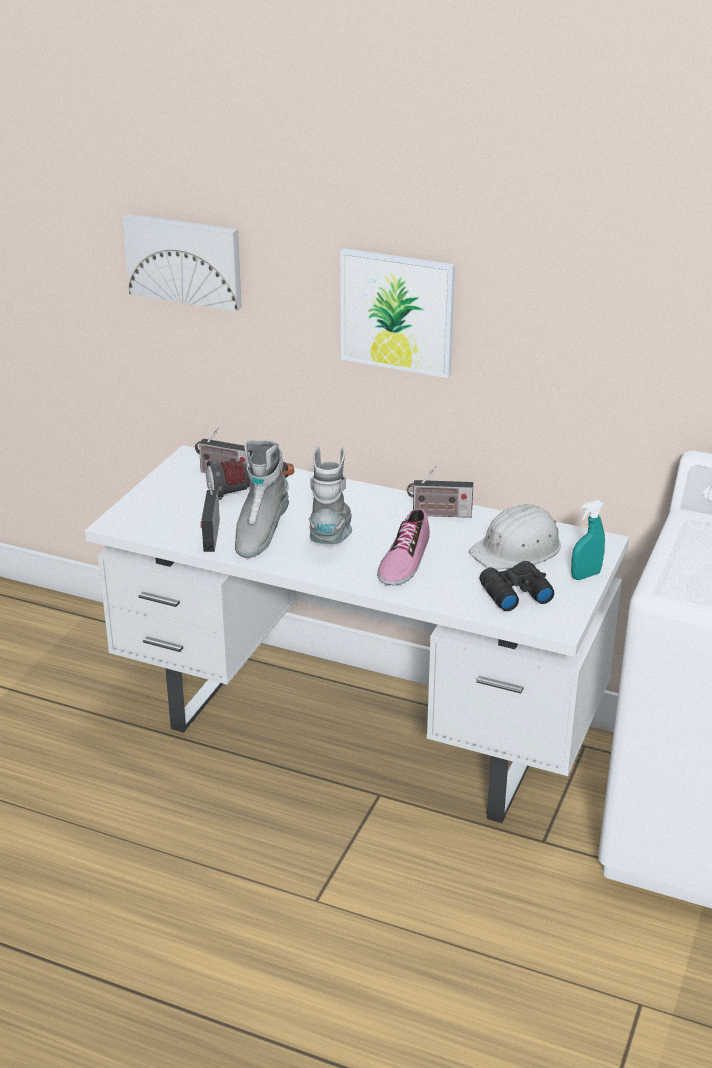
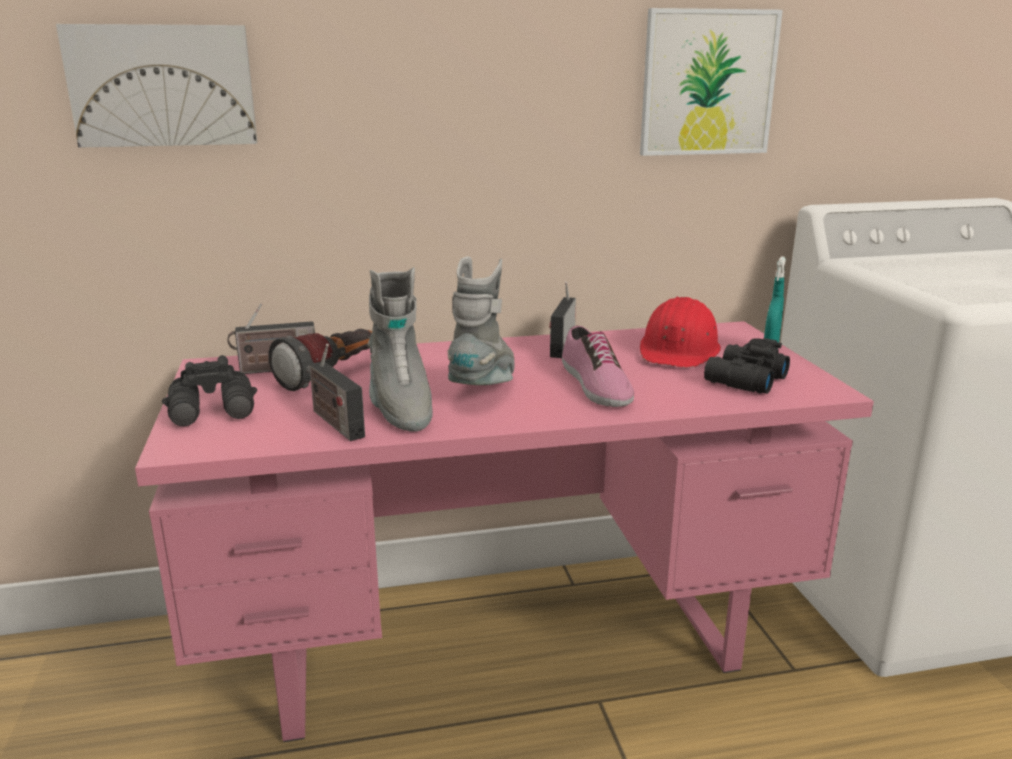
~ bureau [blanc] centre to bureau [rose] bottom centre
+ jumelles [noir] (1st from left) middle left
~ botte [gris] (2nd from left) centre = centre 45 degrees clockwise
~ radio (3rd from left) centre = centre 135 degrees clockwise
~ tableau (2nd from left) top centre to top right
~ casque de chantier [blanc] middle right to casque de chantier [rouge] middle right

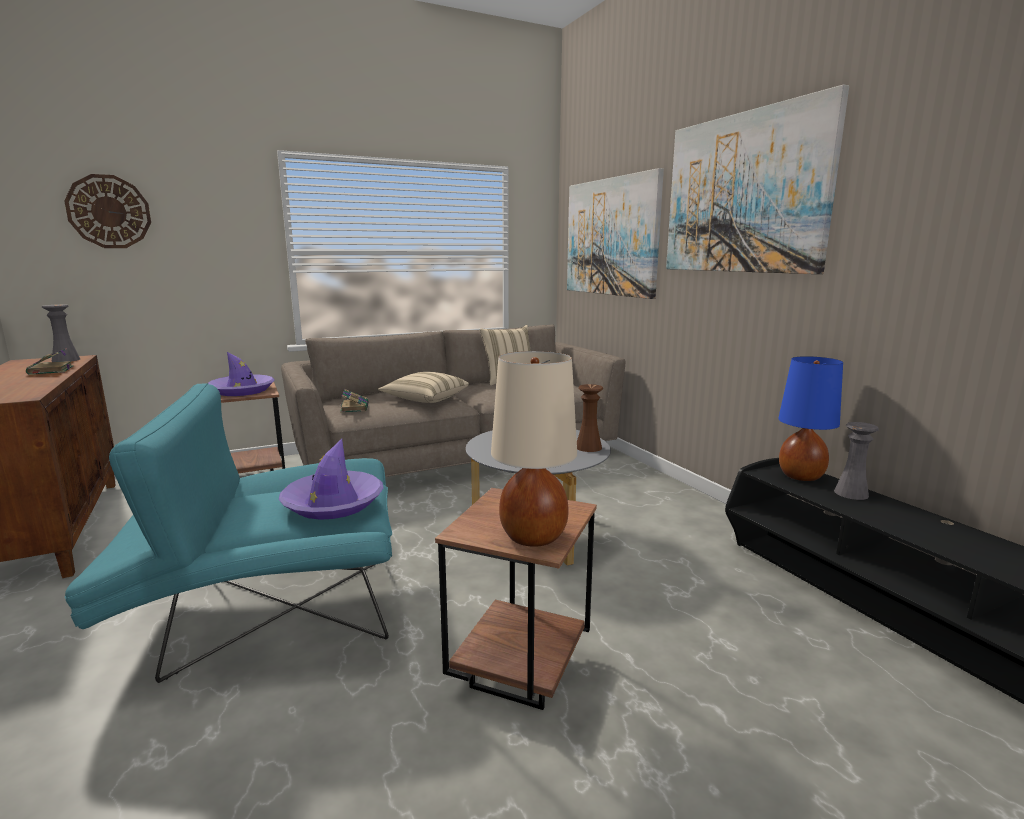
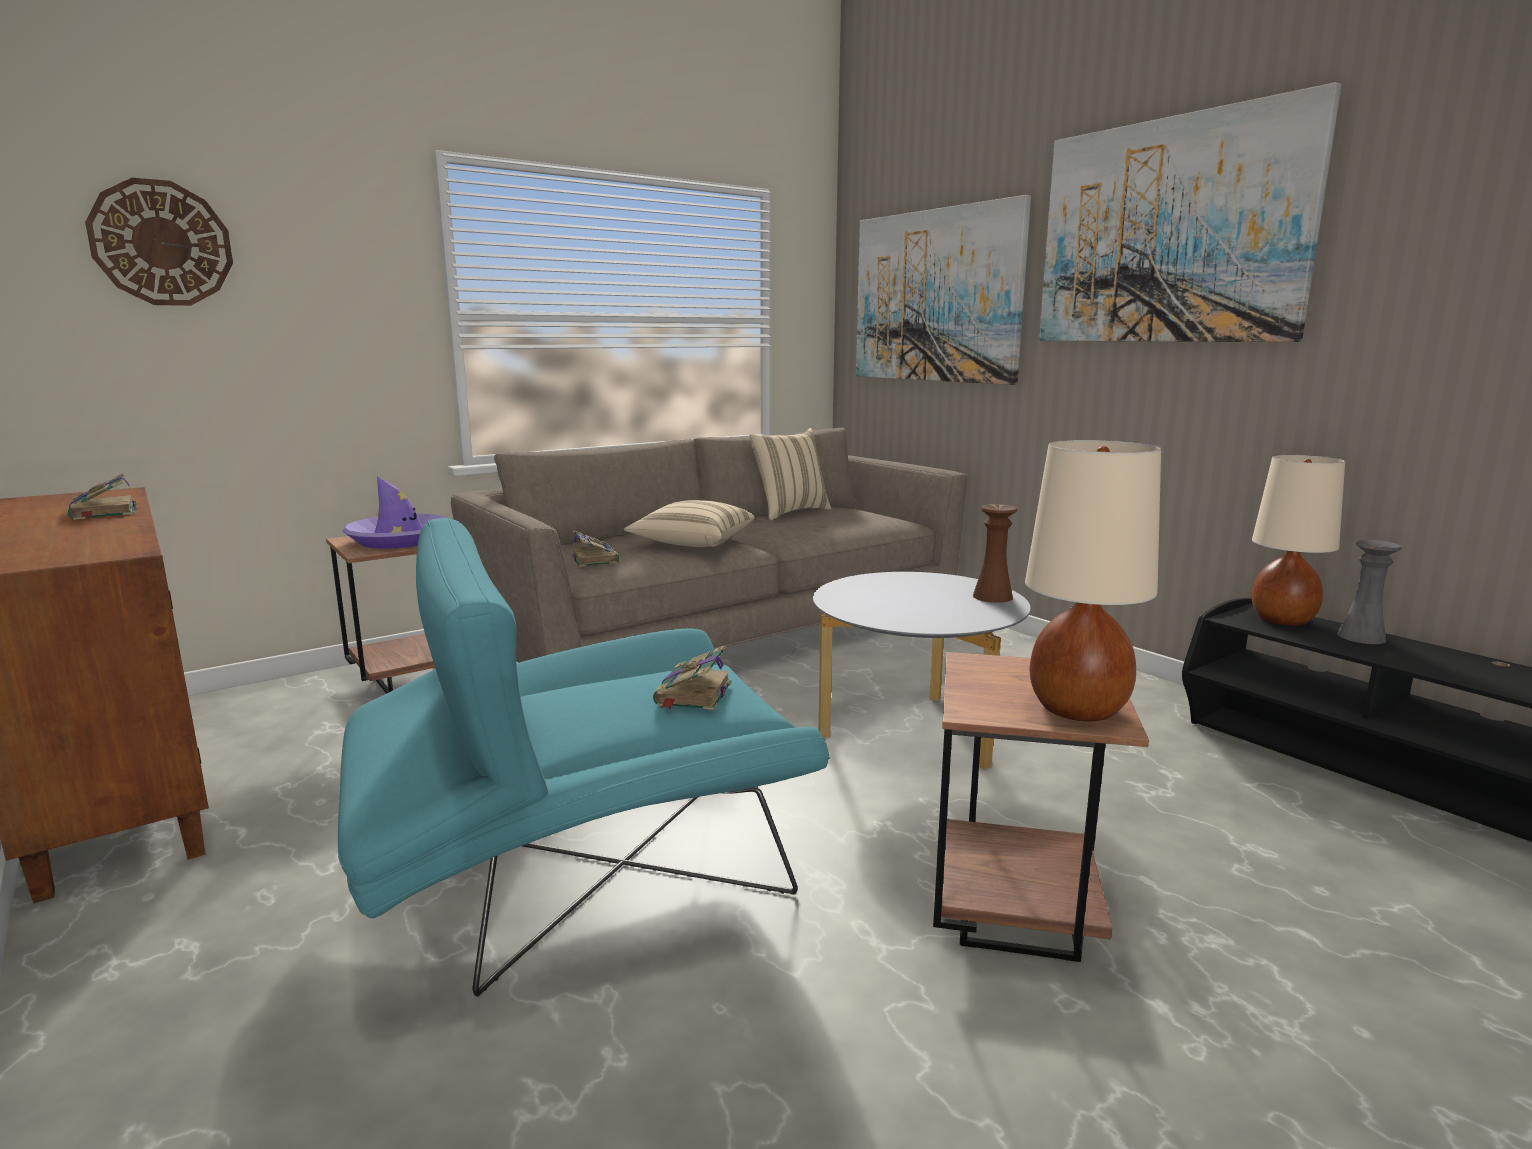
~ chapeau [violet] (2nd from left) middle left to livre (3rd from left) centre
~ lampe de table [bleu] middle right to lampe de table [beige] (2nd from left) middle right
- vase [gris] (1st from left) middle left

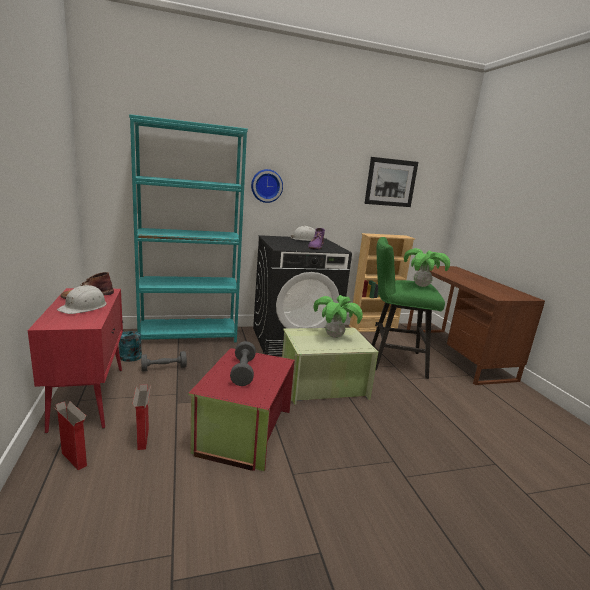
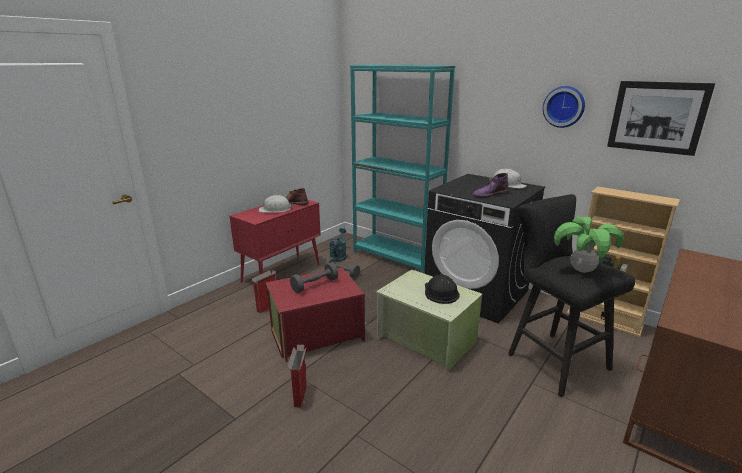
~ carton (1st from left in the first image) bottom left to carton (2nd from left) bottom centre
~ plante en pot (1st from left) centre to casque de chantier [noir] centre
~ tabouret [vert] middle right to tabouret [noir] middle right
~ horloge murale top centre to top right

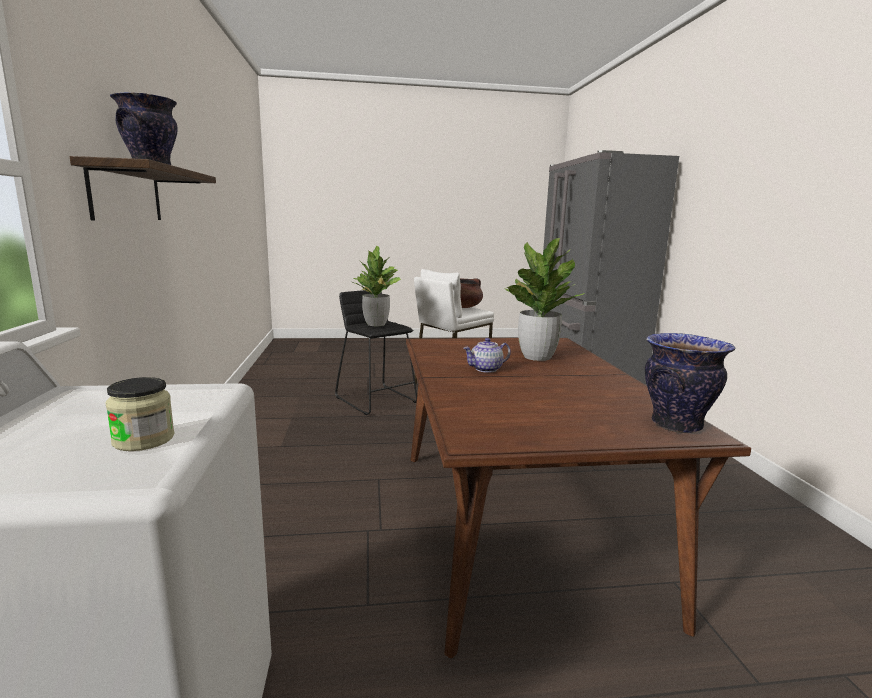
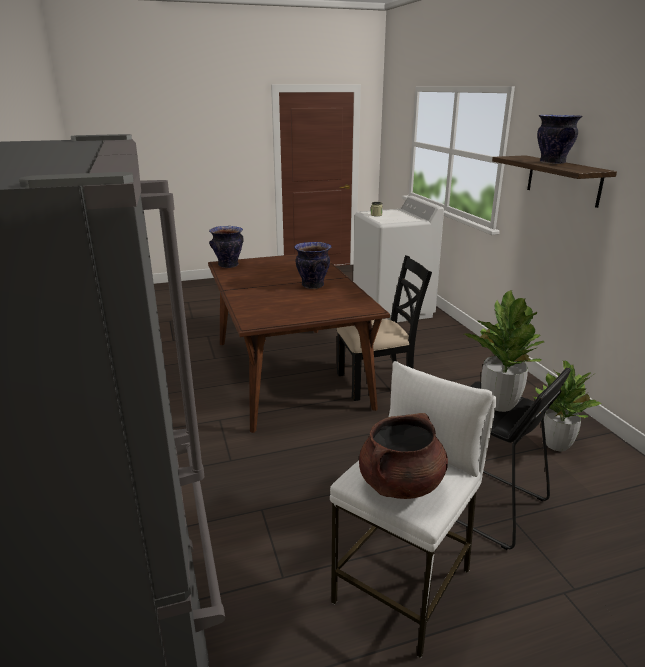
~ théière centre to vase (2nd from left) centre
+ chaise [noir] centre
~ plante en pot (2nd from left) centre to middle right

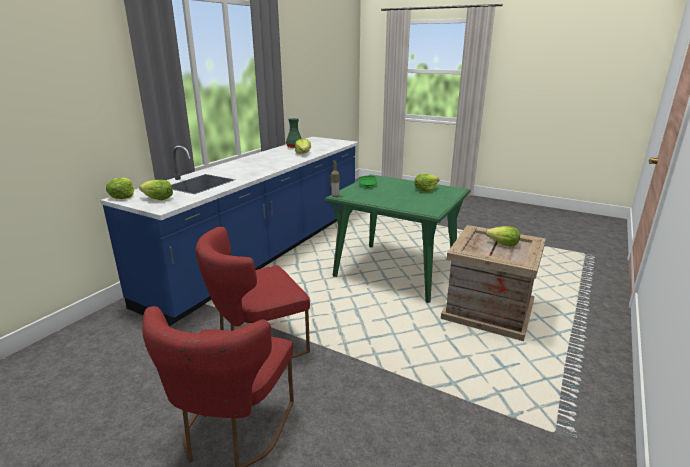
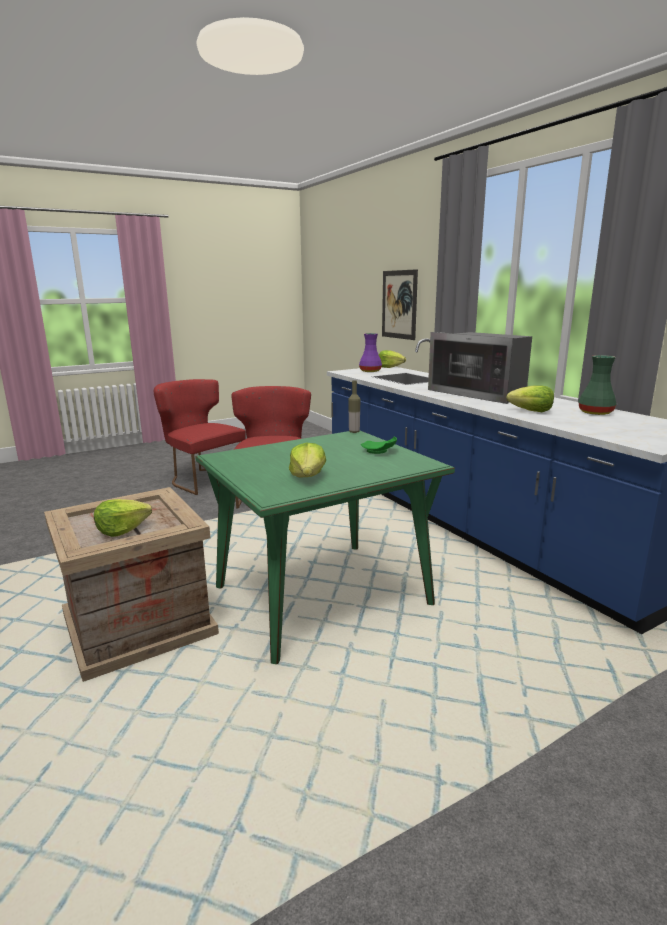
~ laitue (2nd from left) middle left to vase [violet] centre
+ tableau top centre
+ micro-ondes middle right

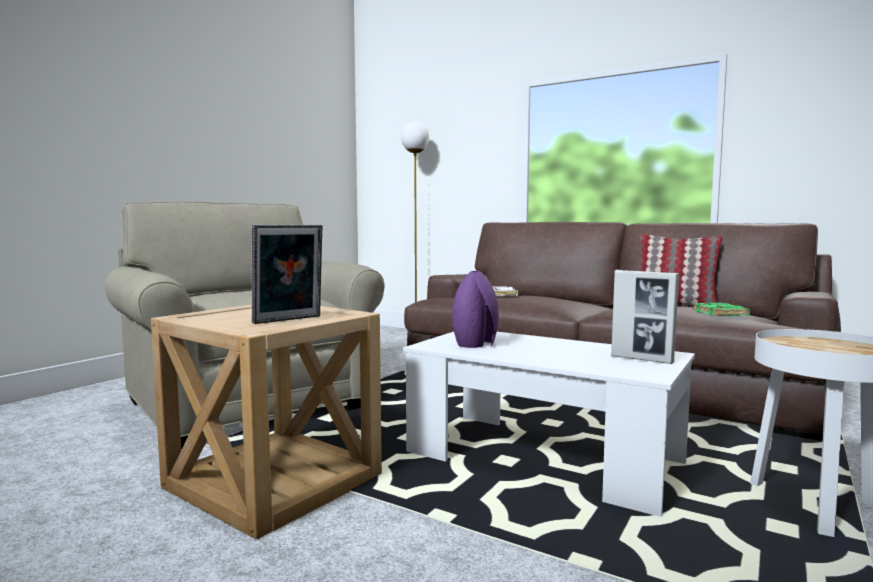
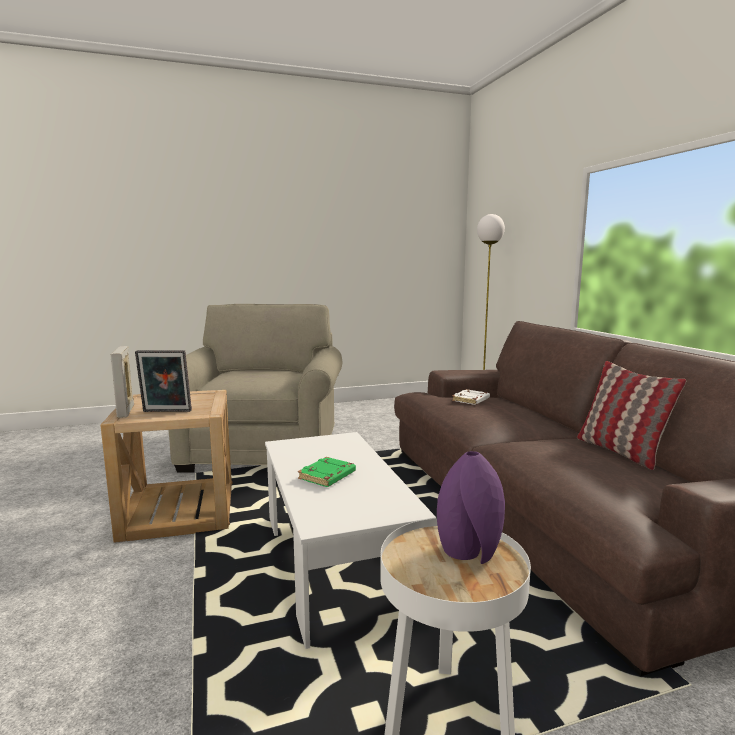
~ cadre photo (2nd from left in the first image) middle right to cadre photo (1st from left) middle left
~ livre [vert] middle right to centre
~ vase [violet] centre to bottom centre

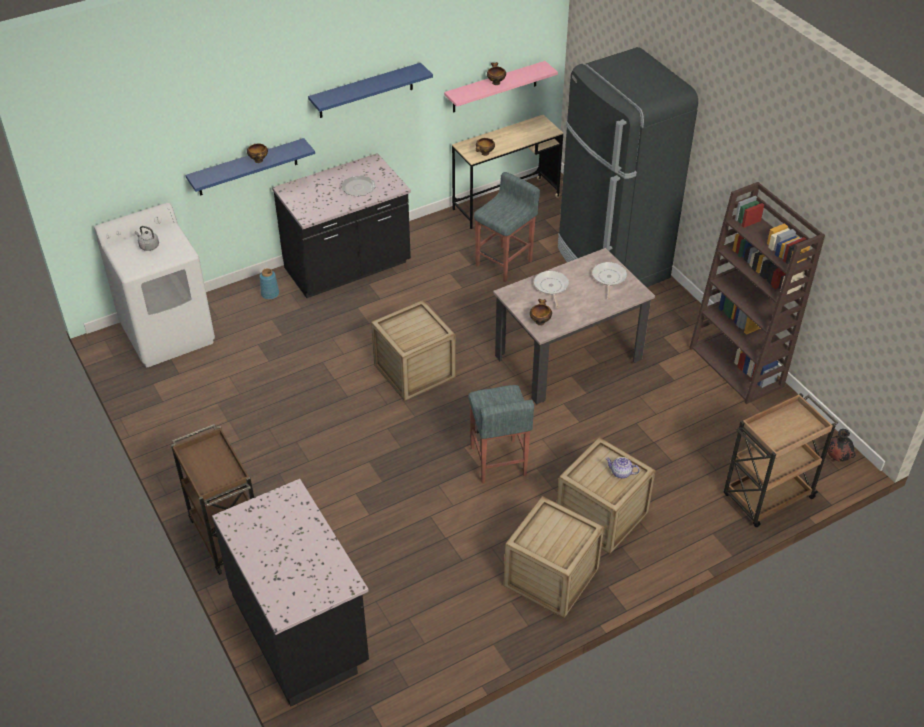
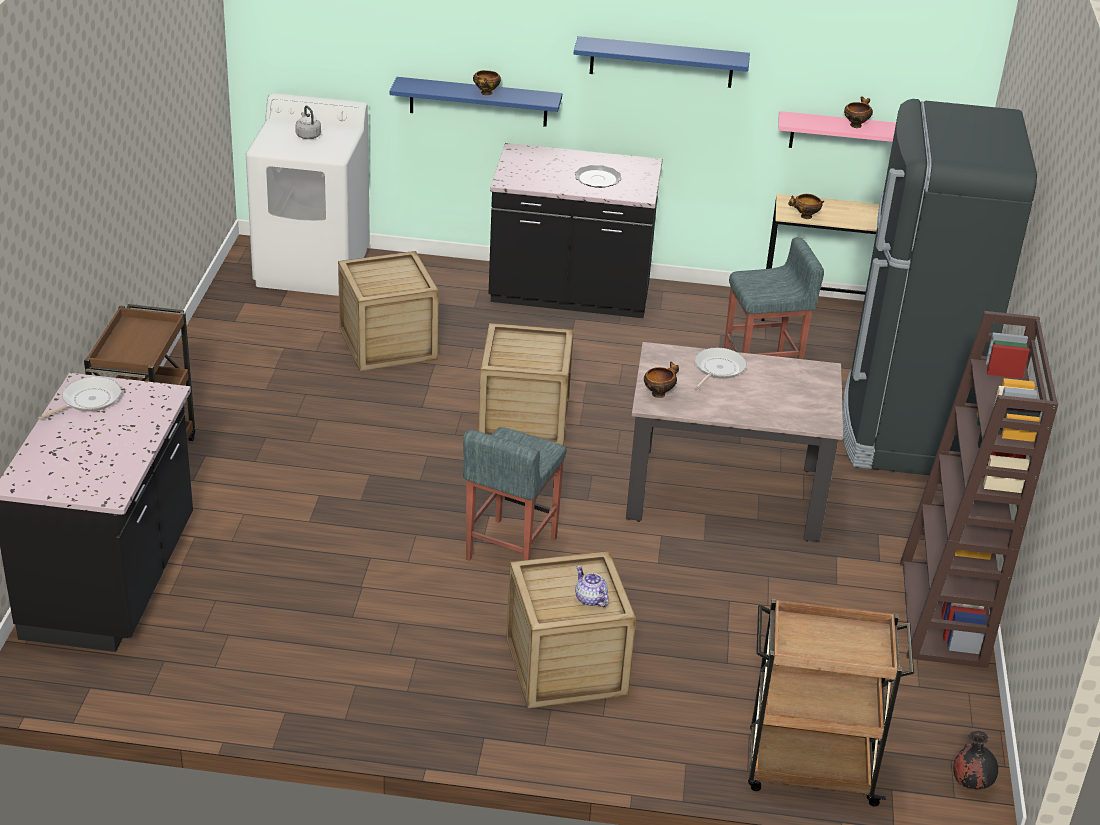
~ poêle (2nd from left in the first image) centre to poêle (1st from left) middle left
~ caisse (2nd from left in the first image) bottom centre to caisse (1st from left) centre
- vase [bleu] middle left

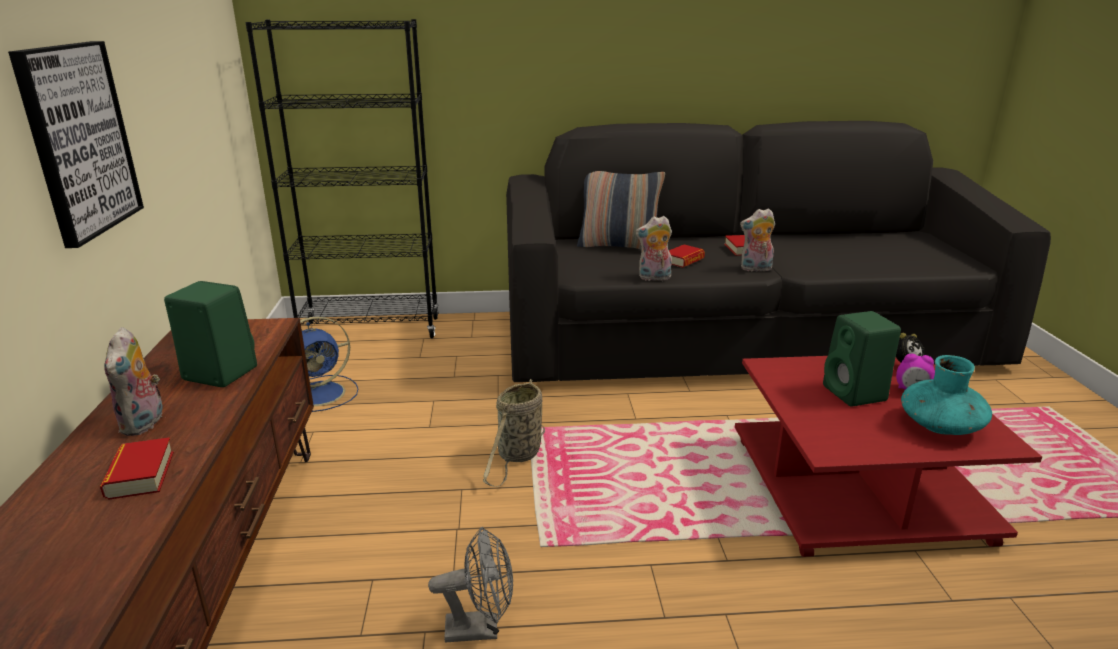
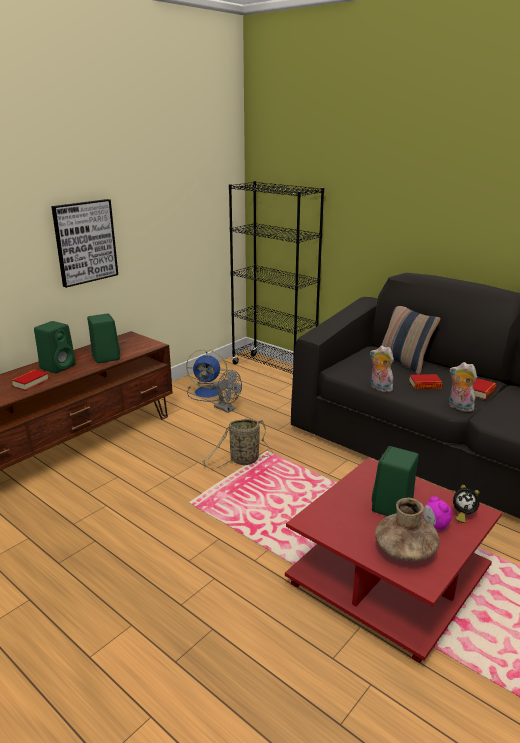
~ peluche (1st from left) middle left to enceinte [vert] (1st from left) middle left
~ ventilateur [gris] bottom centre to centre
~ vase [turquoise] middle right to vase [marron] bottom right

